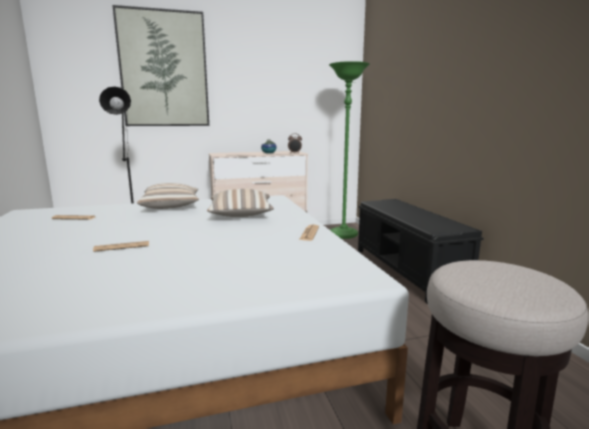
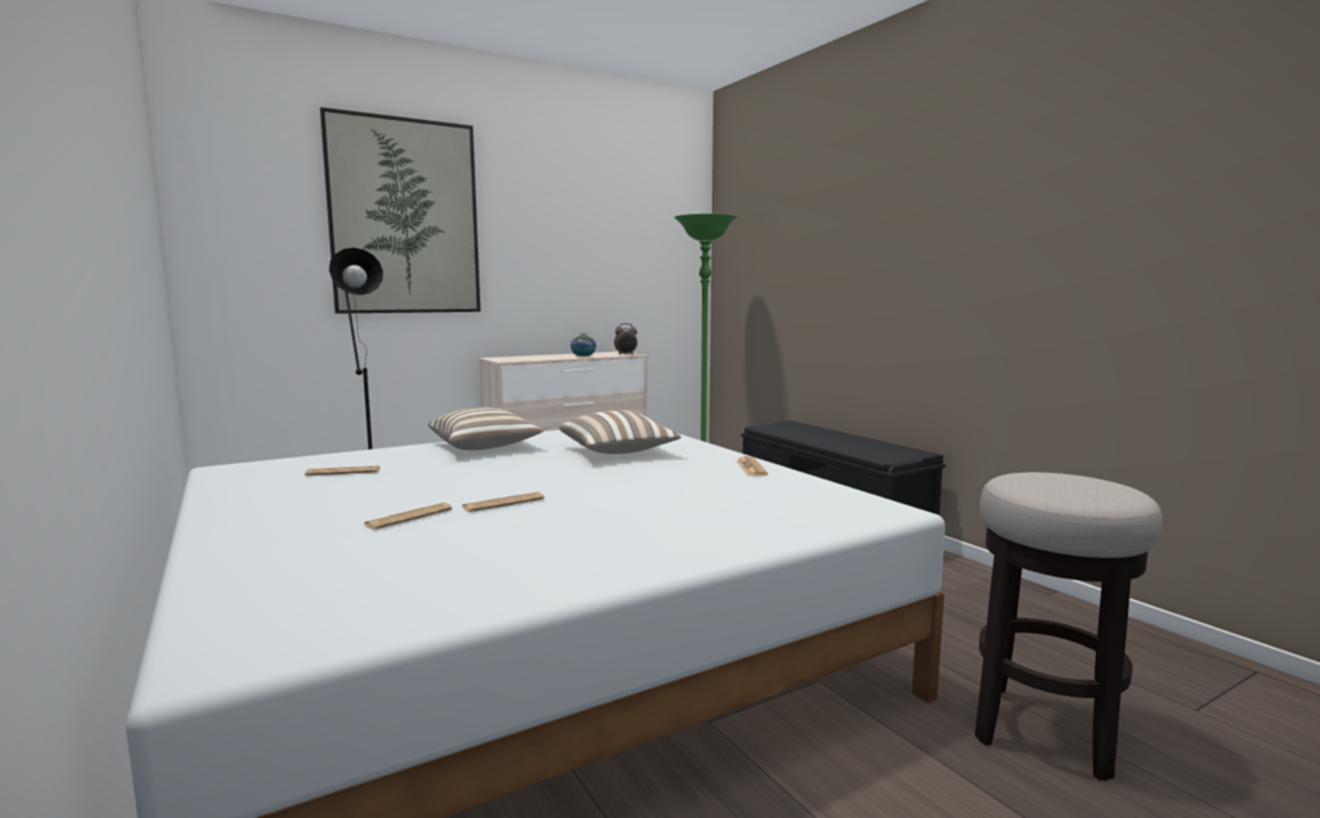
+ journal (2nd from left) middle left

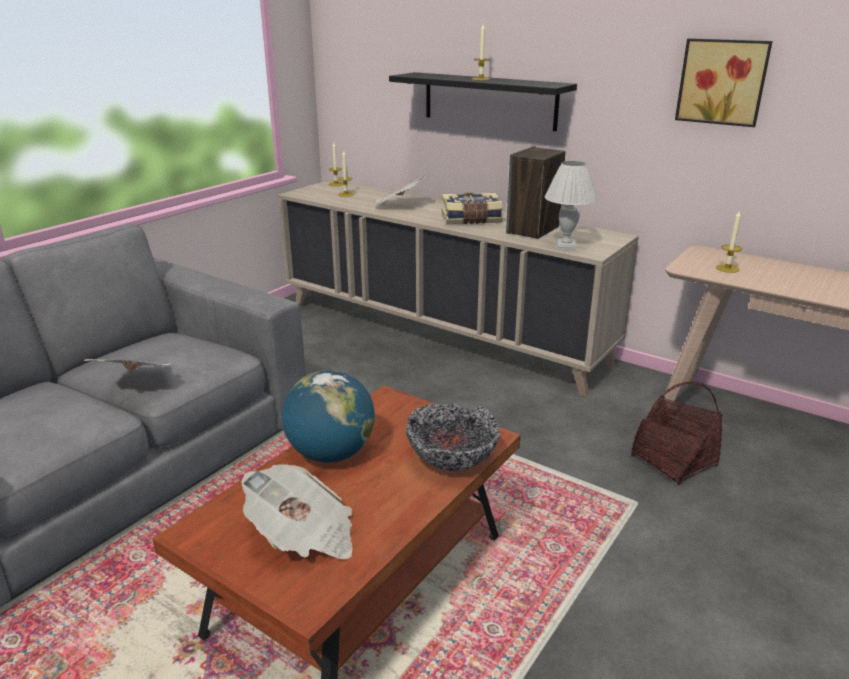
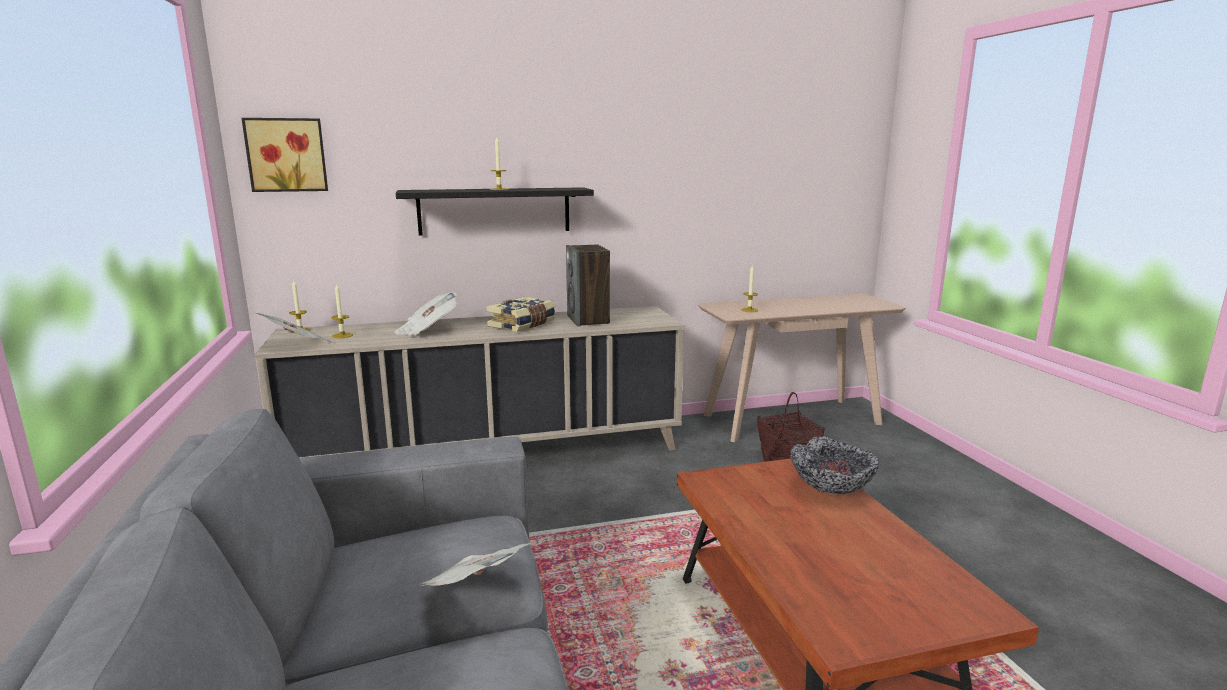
~ tableau top right to top left
~ journal (2nd from left in the first image) bottom centre to journal (1st from left) middle left
- globe centre
- lampe de table [blanc] top right

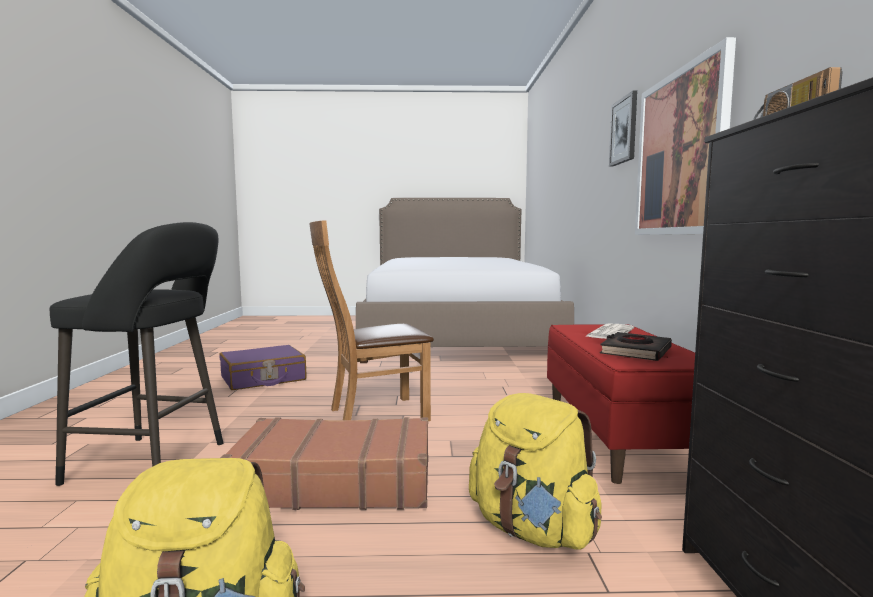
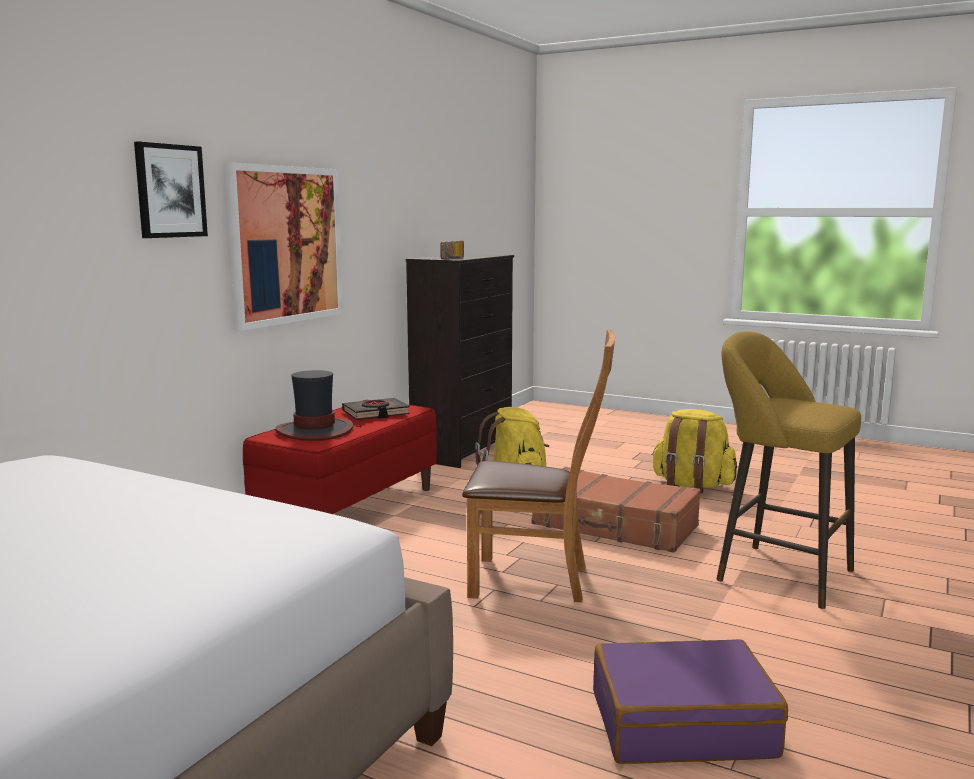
~ journal middle right to chapeau middle left
~ tabouret [noir] middle left to tabouret [jaune] middle right

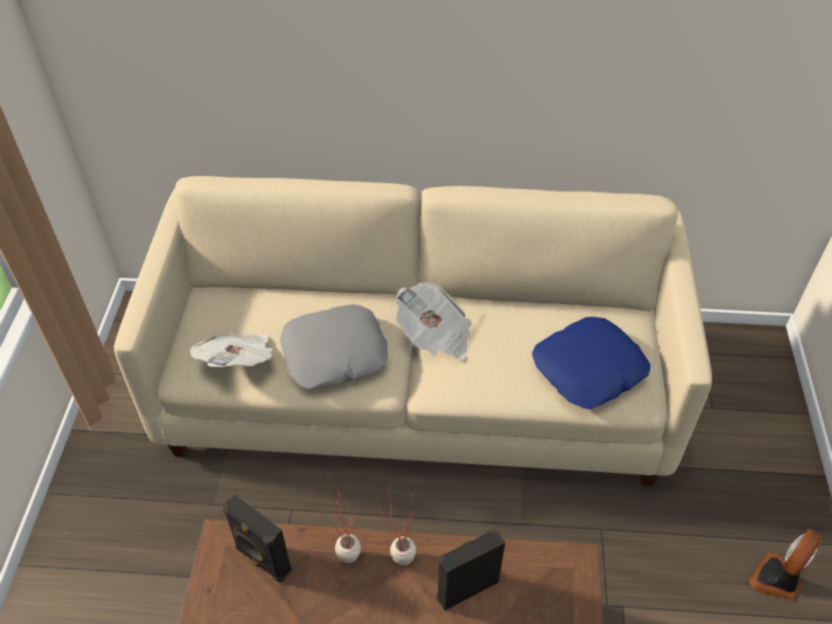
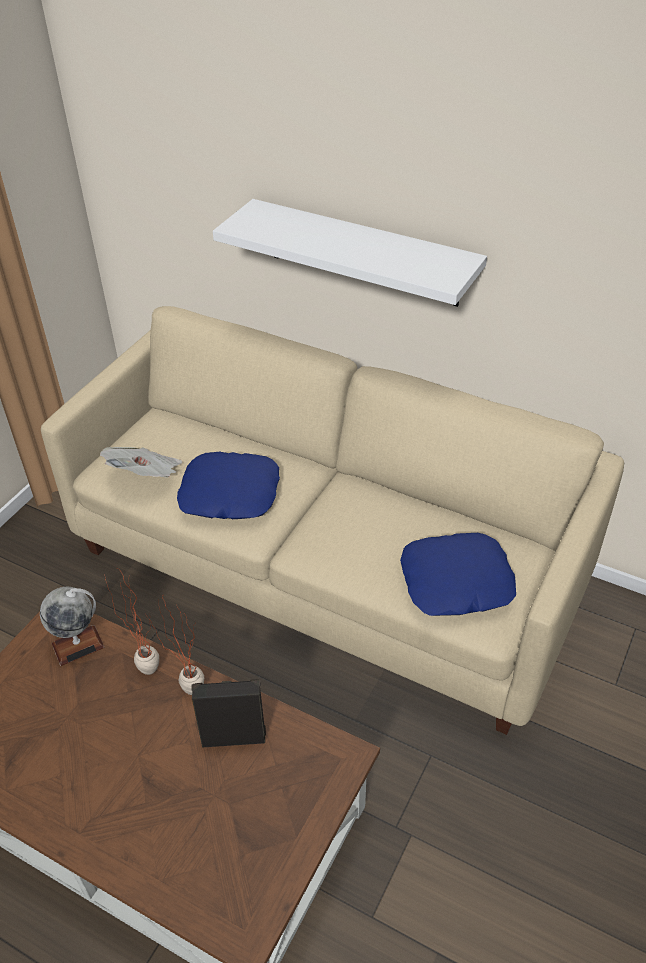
~ enceinte [noir] (1st from left) bottom left to globe middle left
~ coussin [gris] centre to coussin [bleu] (1st from left) centre
+ étagère [blanc] top centre
- journal (2nd from left) centre
- ventilateur bottom right

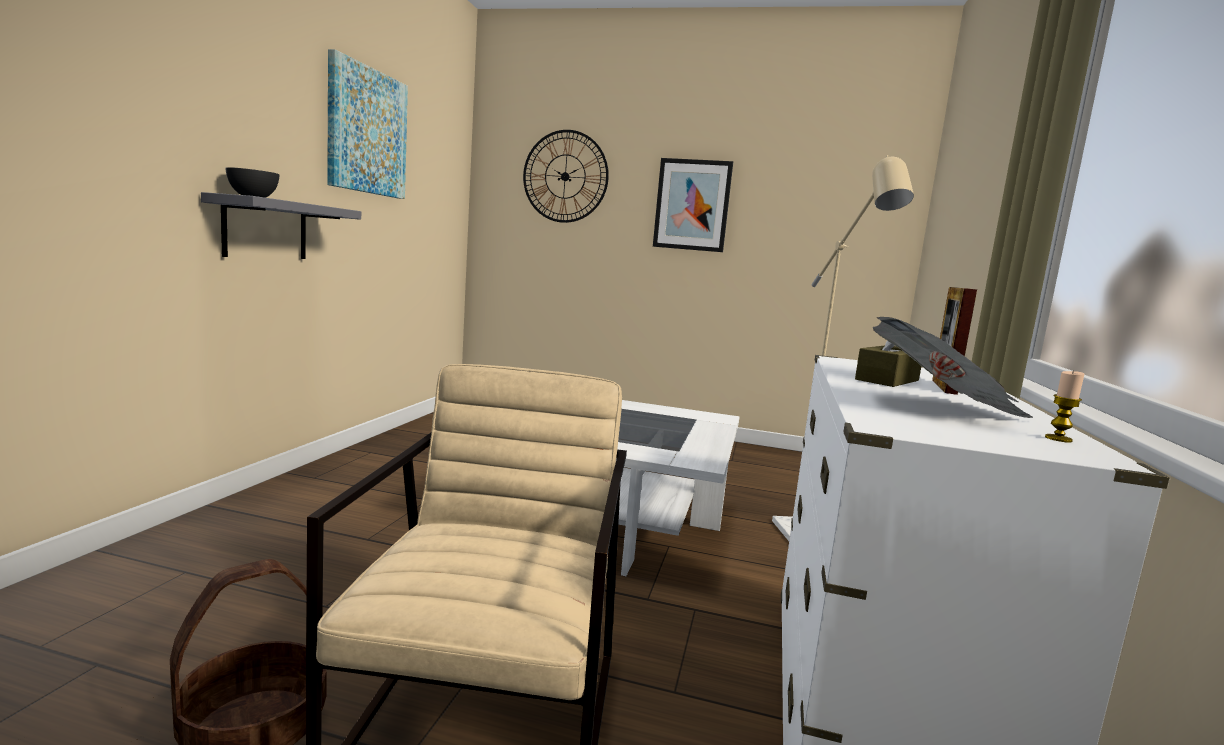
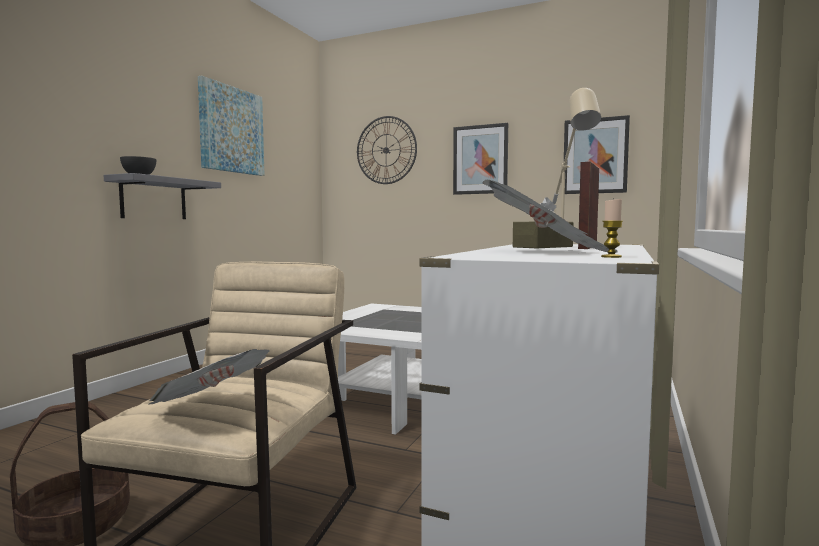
+ journal (1st from left) bottom left
+ tableau (3rd from left) top right

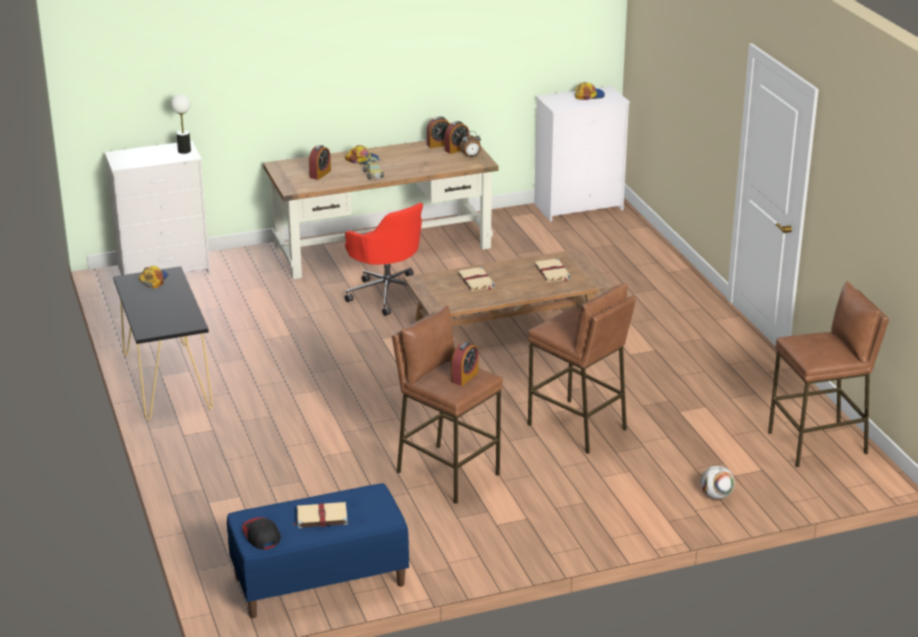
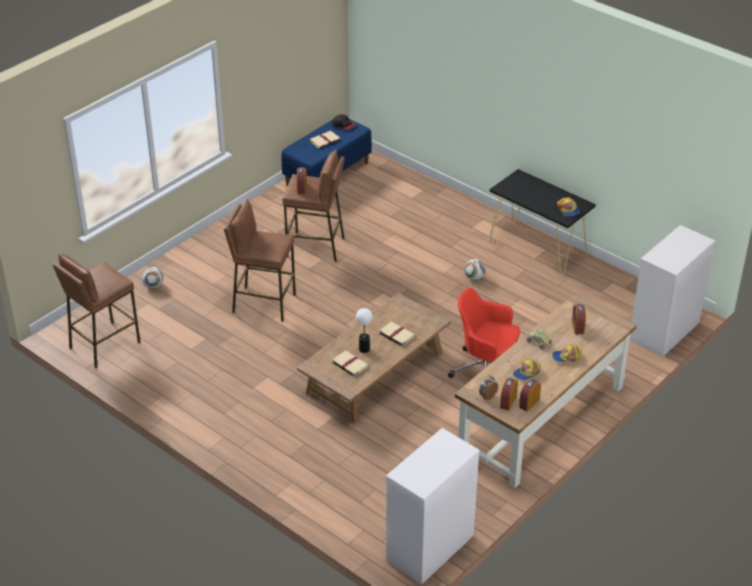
~ lampe de table top left to centre
+ ballon de foot (2nd from left) centre
~ casquette (4th from left in the first image) top centre to casquette (2nd from left) middle right

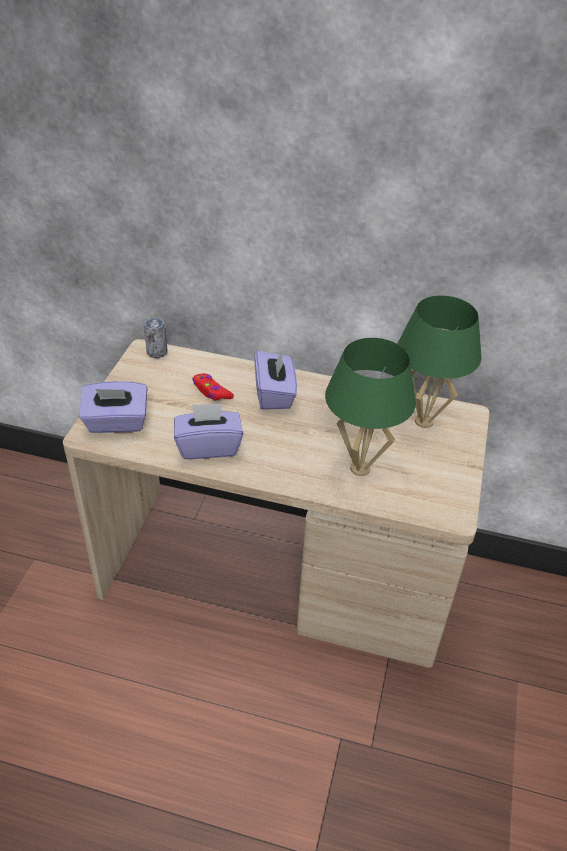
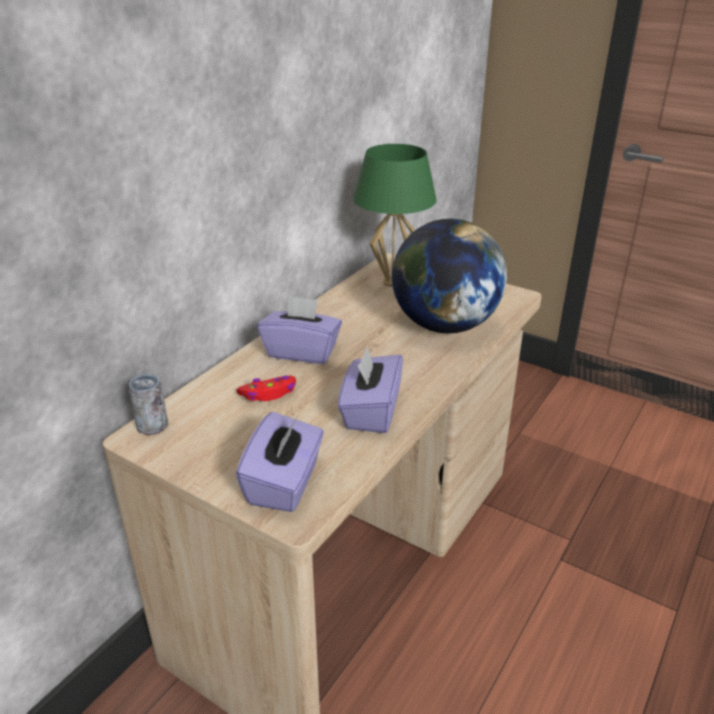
~ lampe de table [vert] (1st from left) centre to globe centre

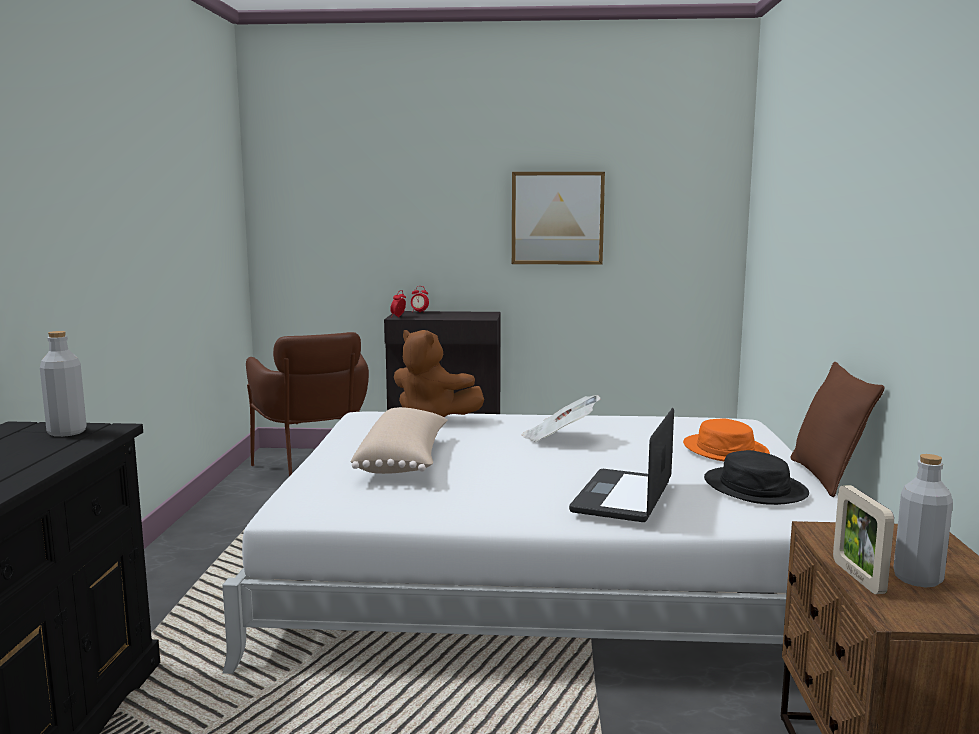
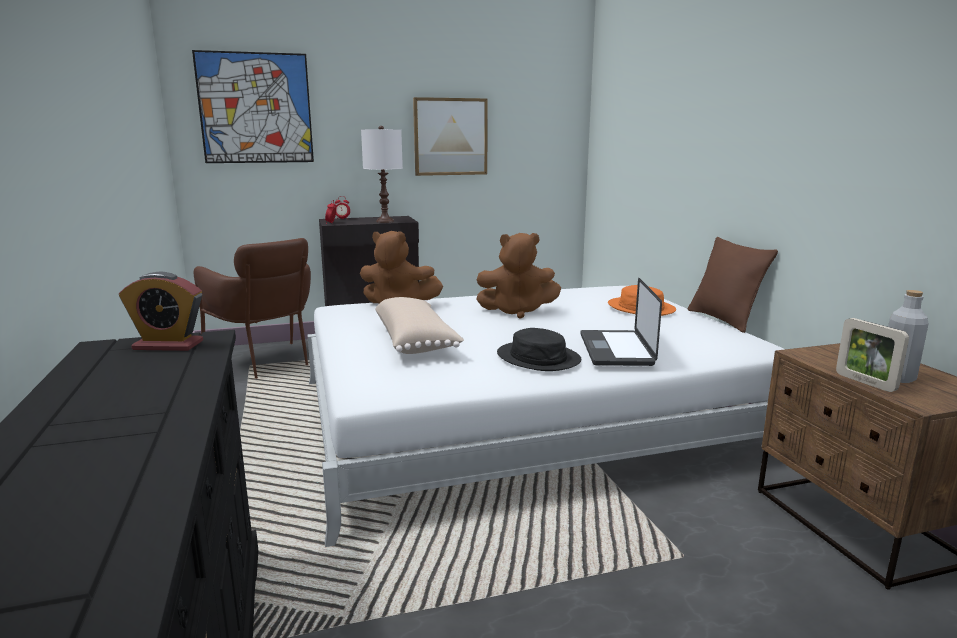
~ bouteille [gris] (1st from left) middle left to réveil (1st from left) middle left
+ tableau (1st from left) top left
+ lampe de table [blanc] top centre
~ journal centre to peluche [marron] (2nd from left) centre
~ chapeau [noir] middle right to centre

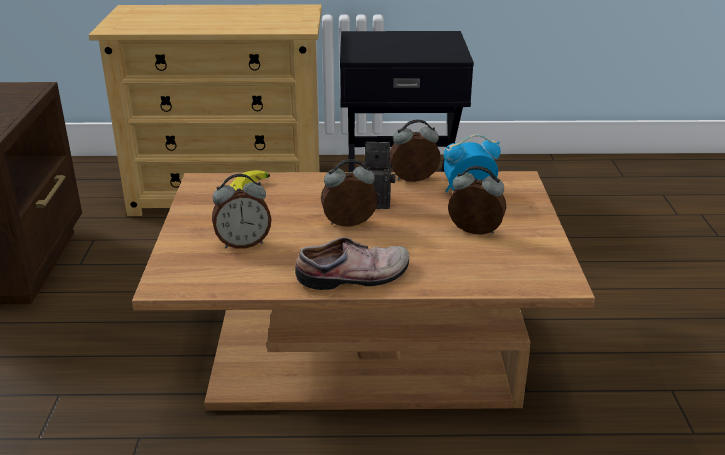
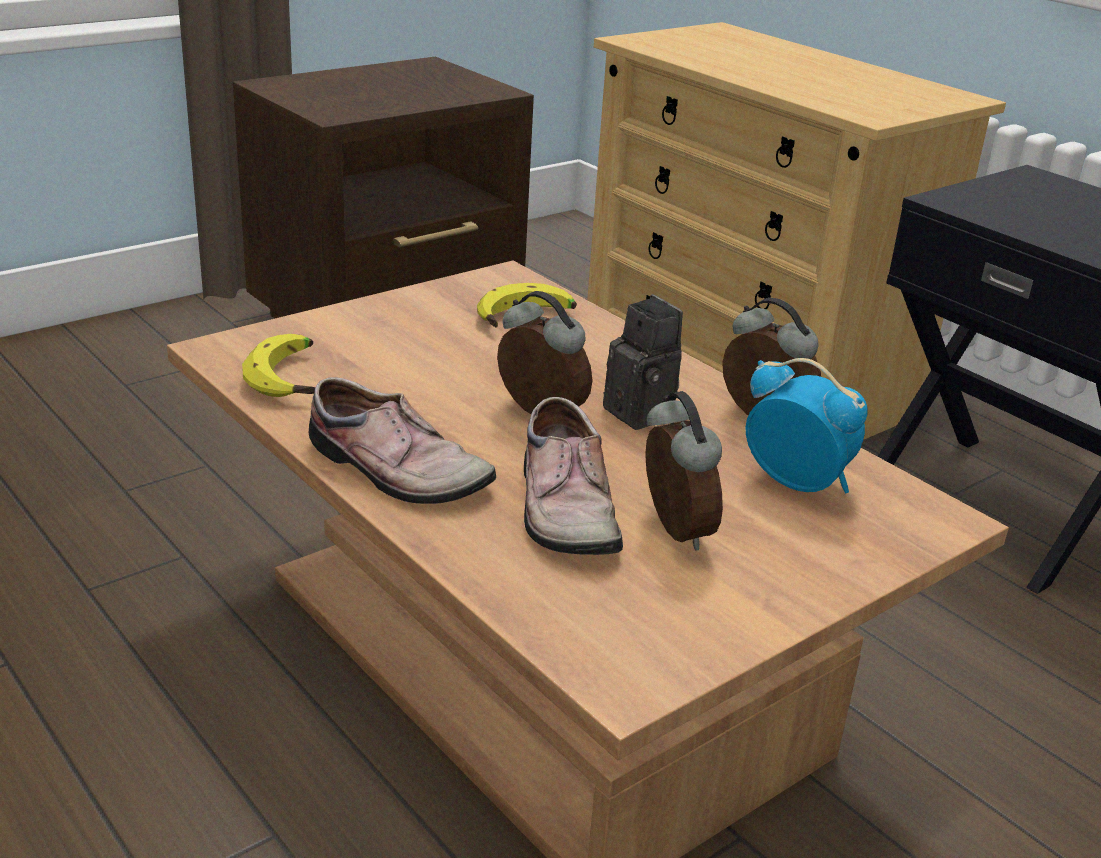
+ banane (1st from left) middle left
+ chaussure (2nd from left) centre
- réveil (1st from left) middle left

